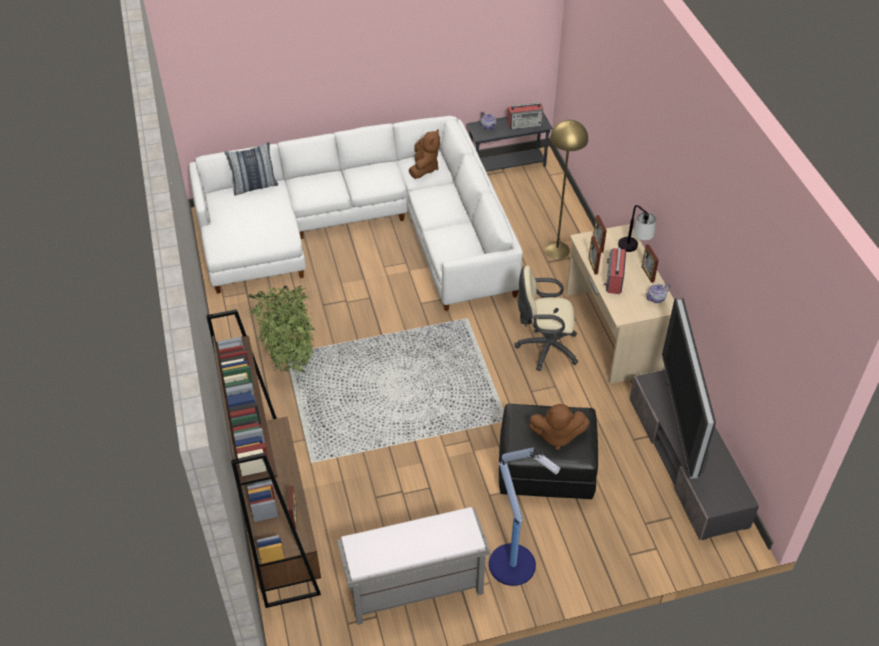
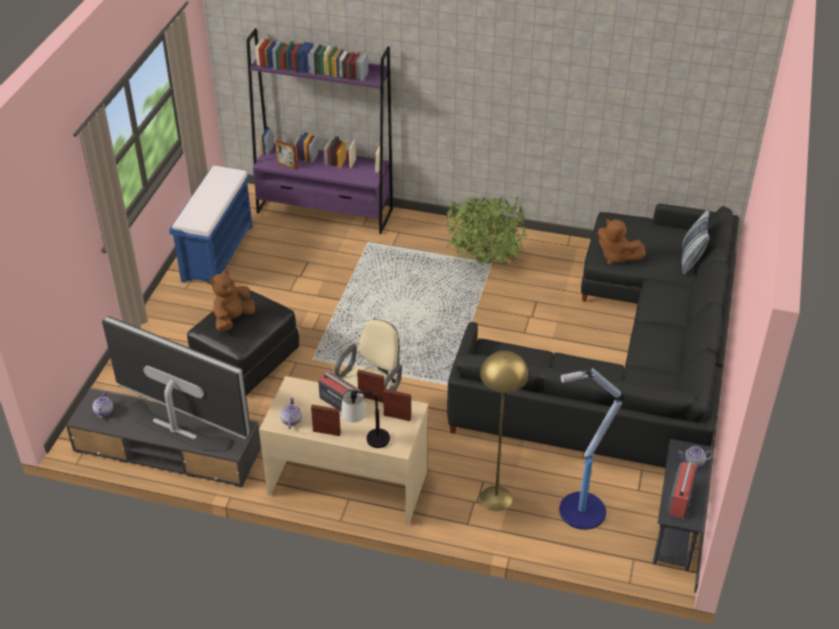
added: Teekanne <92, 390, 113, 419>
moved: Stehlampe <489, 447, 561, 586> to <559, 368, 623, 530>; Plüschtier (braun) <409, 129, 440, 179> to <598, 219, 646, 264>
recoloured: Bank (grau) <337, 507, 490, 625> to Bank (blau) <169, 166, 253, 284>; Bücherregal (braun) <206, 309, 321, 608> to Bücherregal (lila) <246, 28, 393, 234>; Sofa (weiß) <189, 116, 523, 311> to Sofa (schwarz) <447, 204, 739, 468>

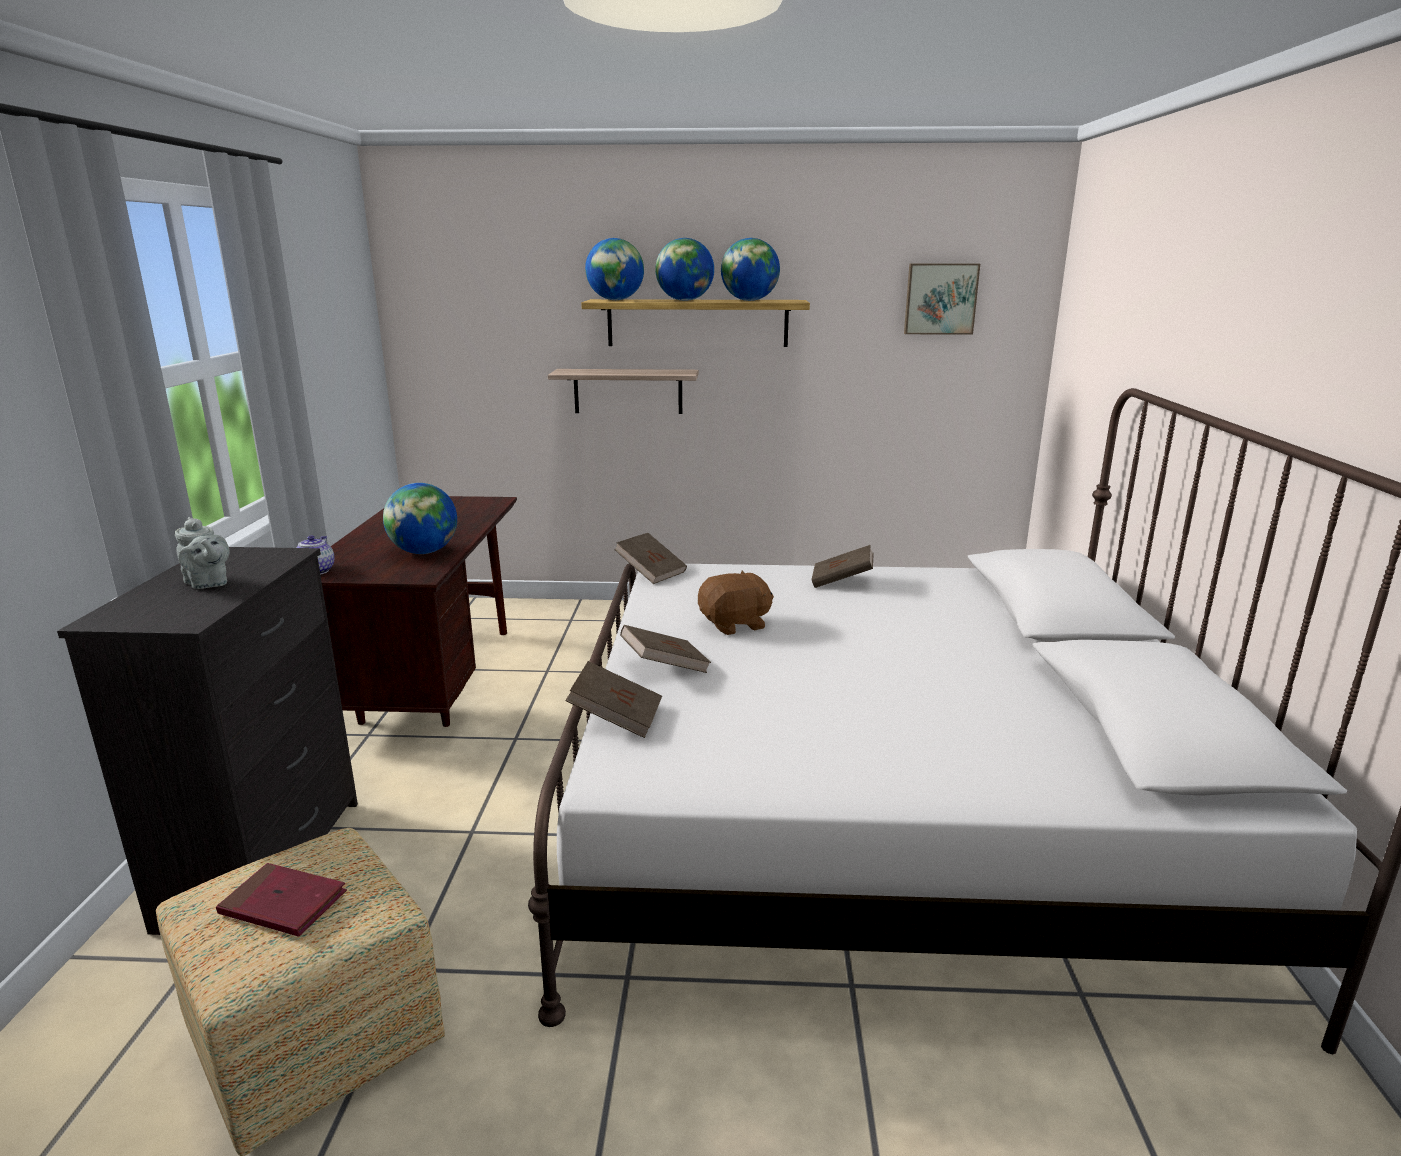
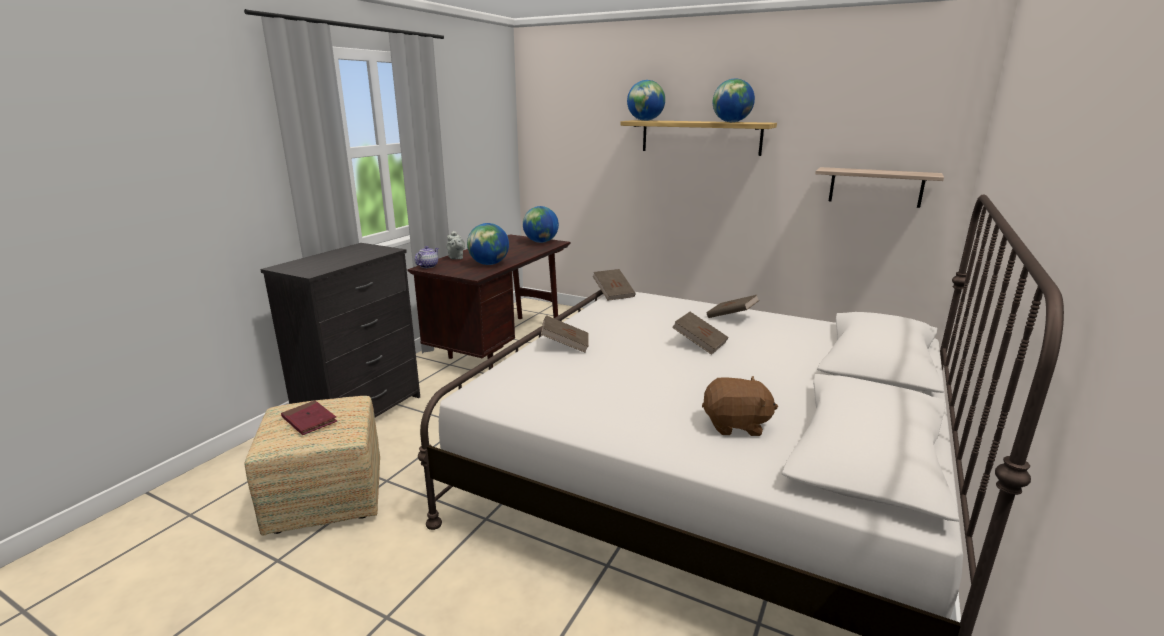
removed: Bild <904, 263, 980, 335>
moved: Teekanne (grau) <175, 517, 230, 589> to <446, 231, 465, 259>; Globus <655, 238, 714, 301> to <523, 206, 559, 243>; Buch (braun) <565, 661, 662, 738> to <672, 312, 728, 355>; Plüschtier (braun) <698, 571, 774, 635> to <702, 376, 778, 436>; Wandregal <548, 369, 699, 414> to <815, 167, 944, 208>

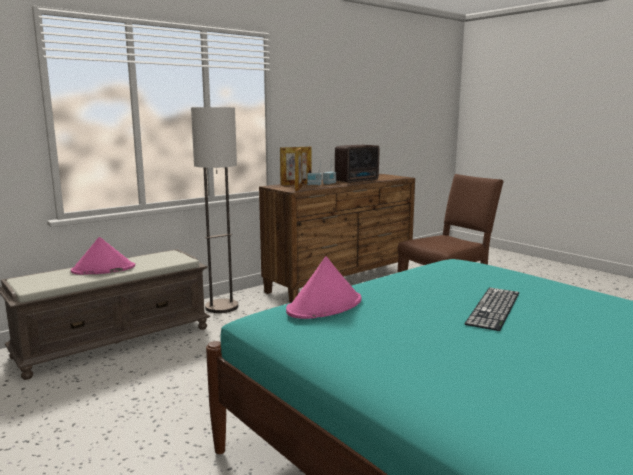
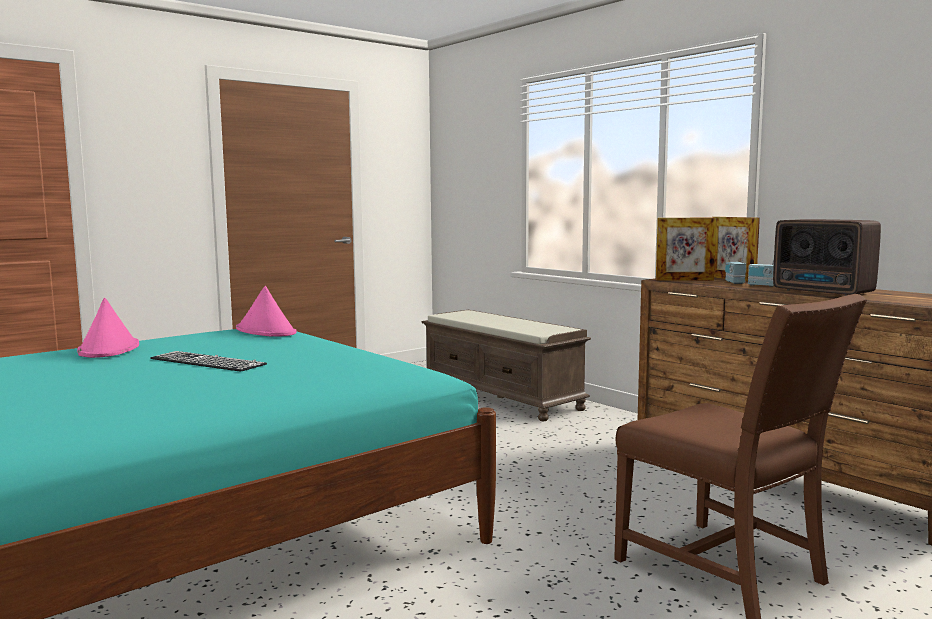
removed: Stehlampe <191, 107, 238, 313>
moved: Hut (rosa) <71, 237, 135, 275> to <77, 298, 139, 358>

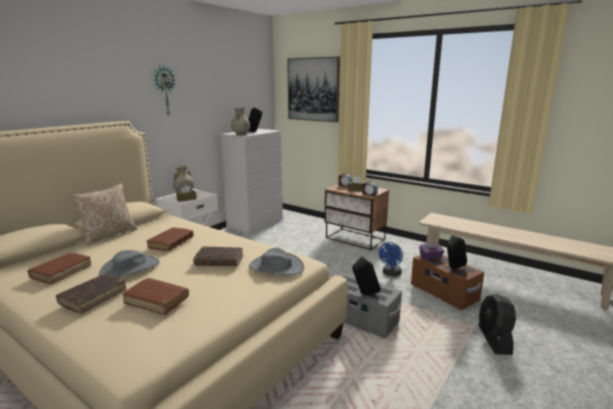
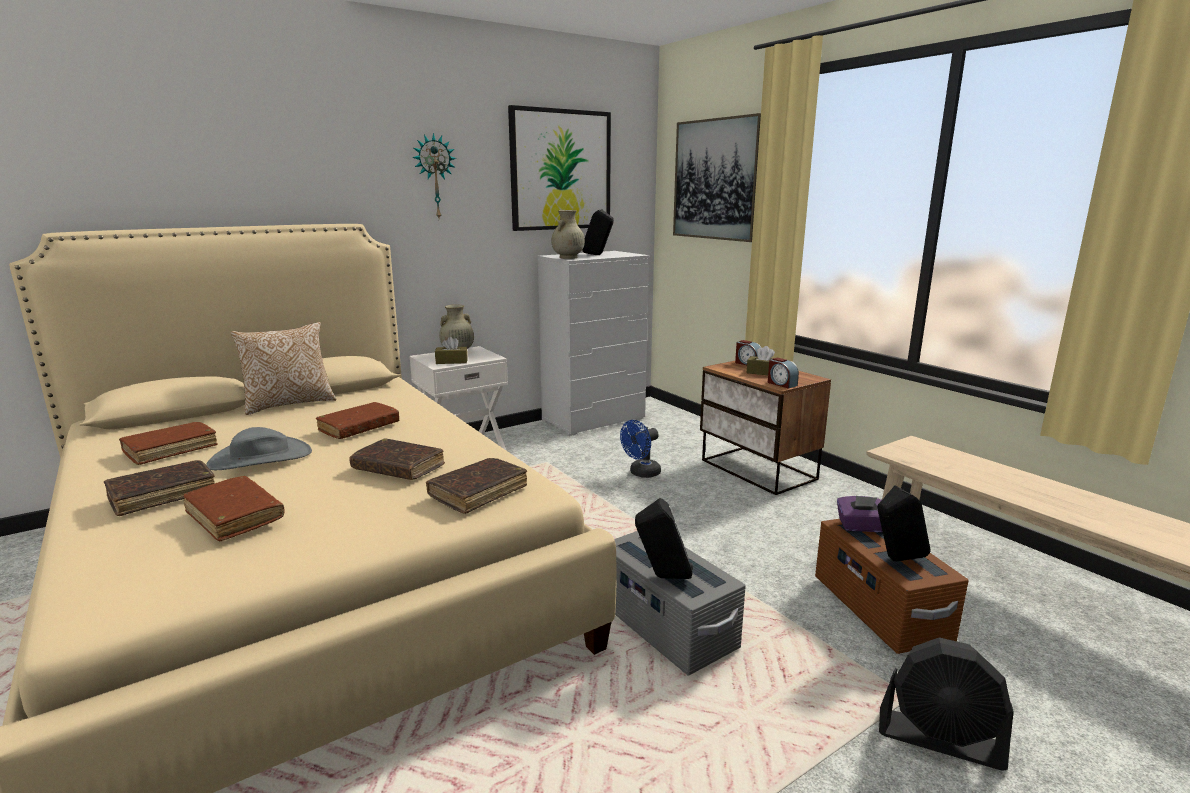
added: Bild <508, 105, 611, 231>
moved: Ventilator (blau) <378, 242, 403, 277> to <620, 420, 661, 478>
replaced: Hut (grau) <249, 248, 304, 275> to Buch (braun) <426, 458, 527, 514>
turned: Ventilator (schwarz) <478, 294, 516, 355> = <879, 637, 1014, 771> 90 degrees counterclockwise

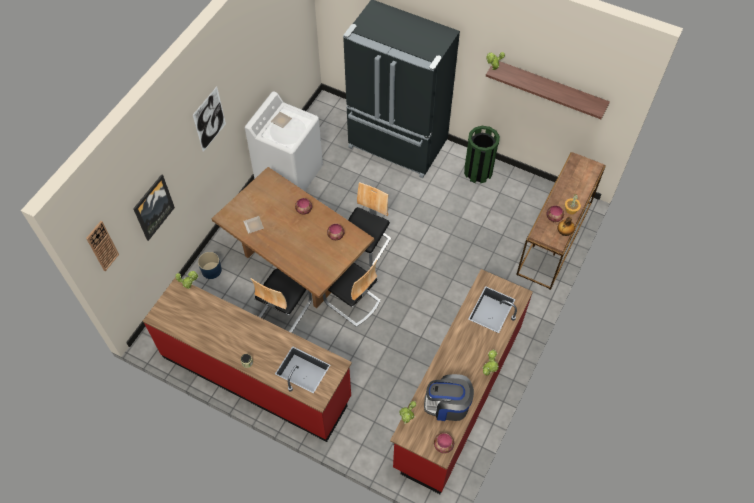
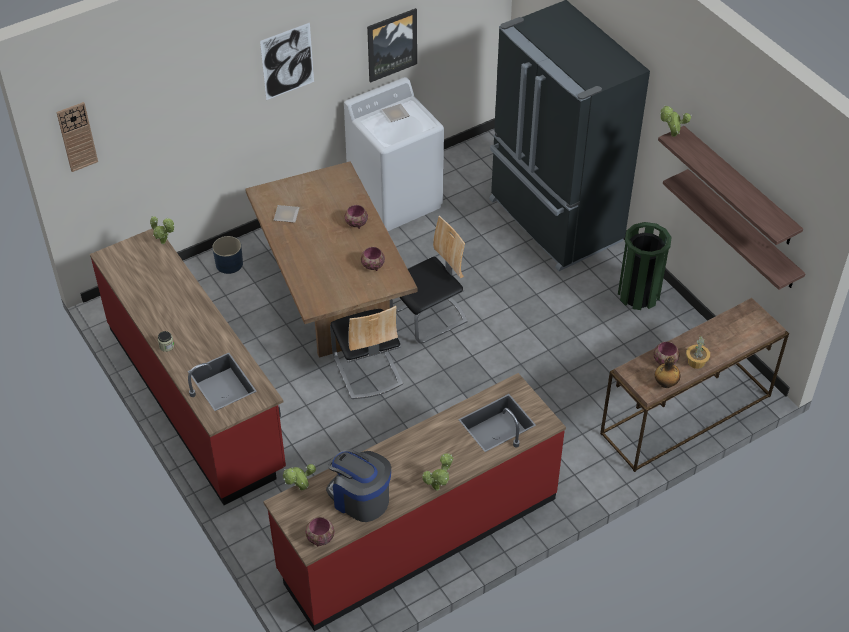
removed: Stuhl <250, 269, 312, 333>
added: Wandregal <663, 169, 806, 290>
moved: Bild <133, 174, 175, 241> to <367, 8, 417, 83>

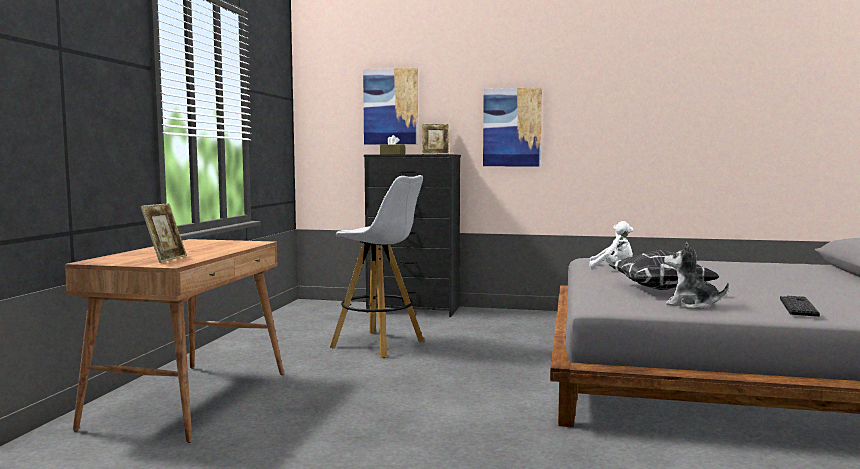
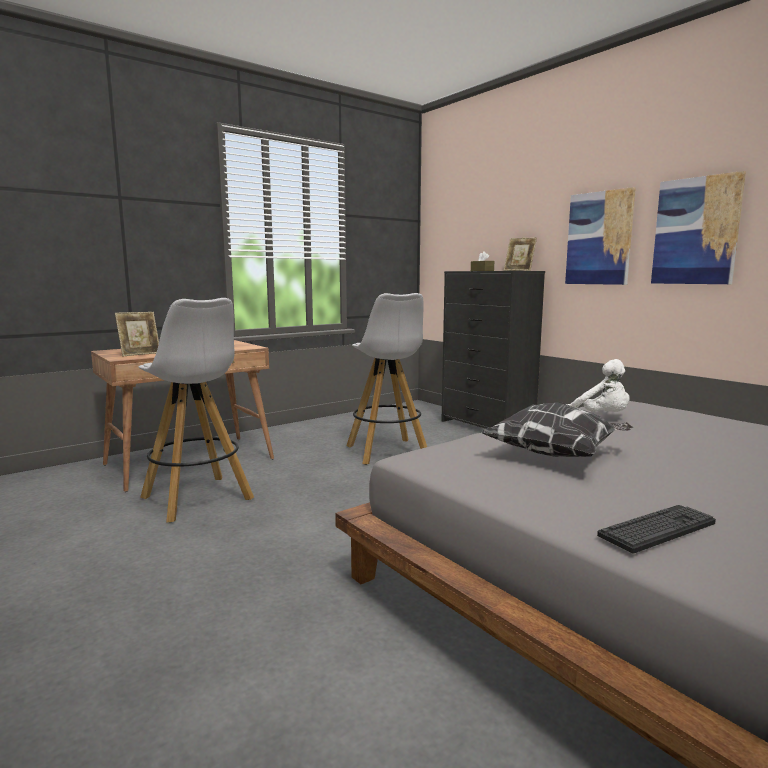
removed: Plüschtier <664, 242, 729, 309>
added: Hocker (weiß) <139, 298, 254, 523>
moved: Bild <363, 68, 418, 145> to <651, 171, 746, 284>

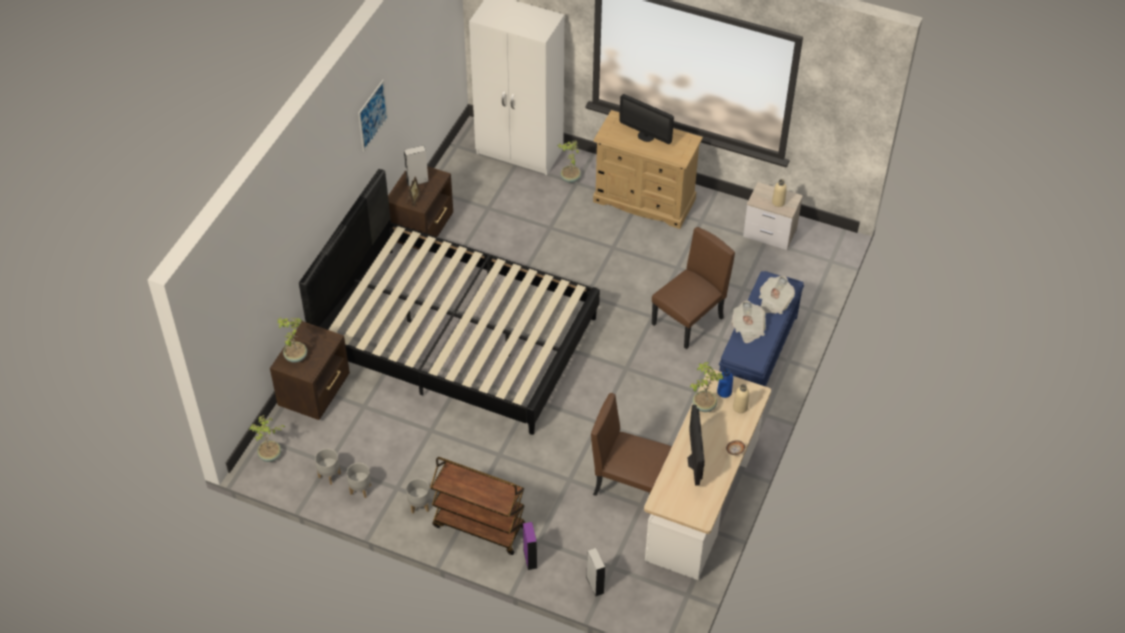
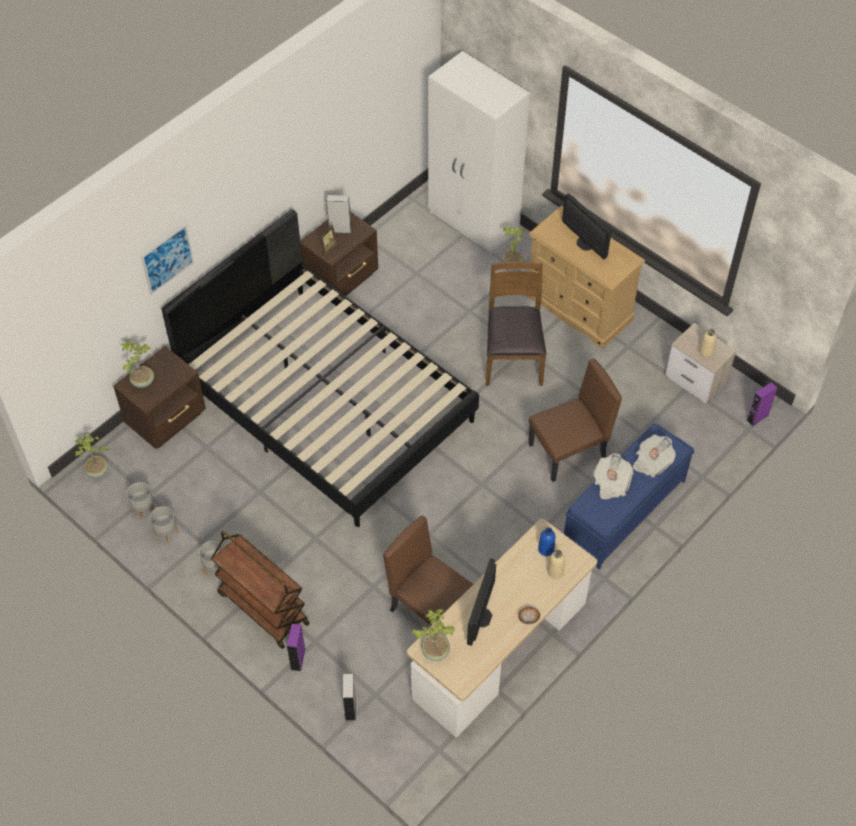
added: Stuhl (braun) <486, 262, 546, 386>; Lautsprecher (lila) <746, 382, 777, 426>
moved: Bild <358, 80, 388, 152> to <141, 224, 194, 295>; Topfpflanze <690, 362, 724, 412> to <411, 609, 455, 661>

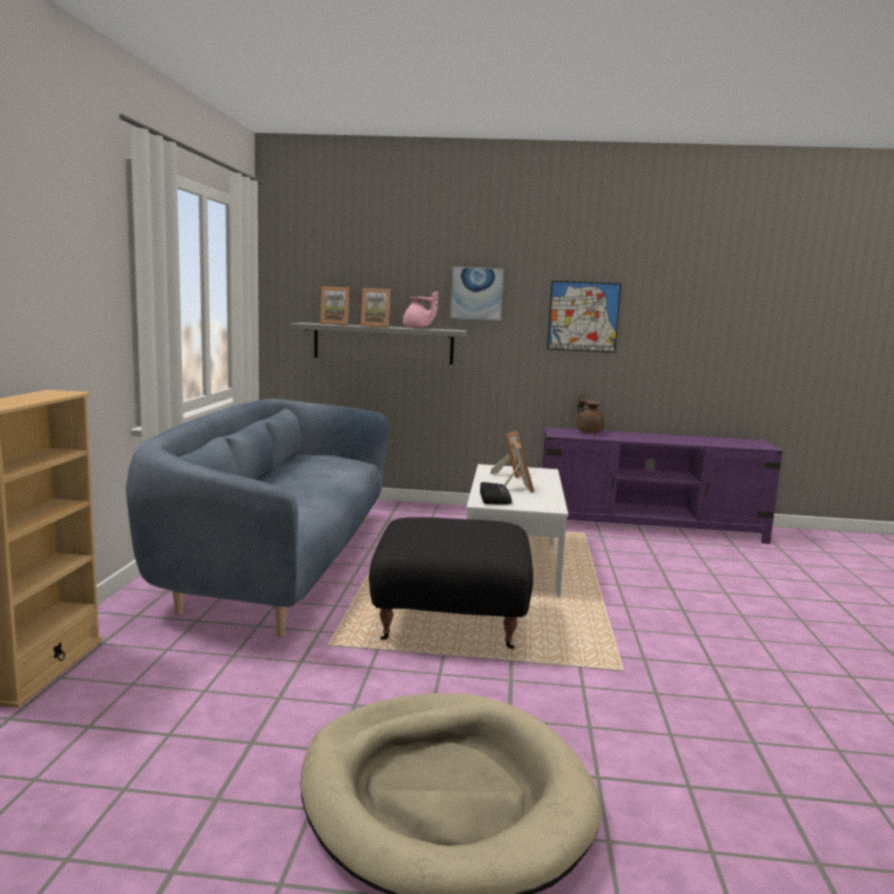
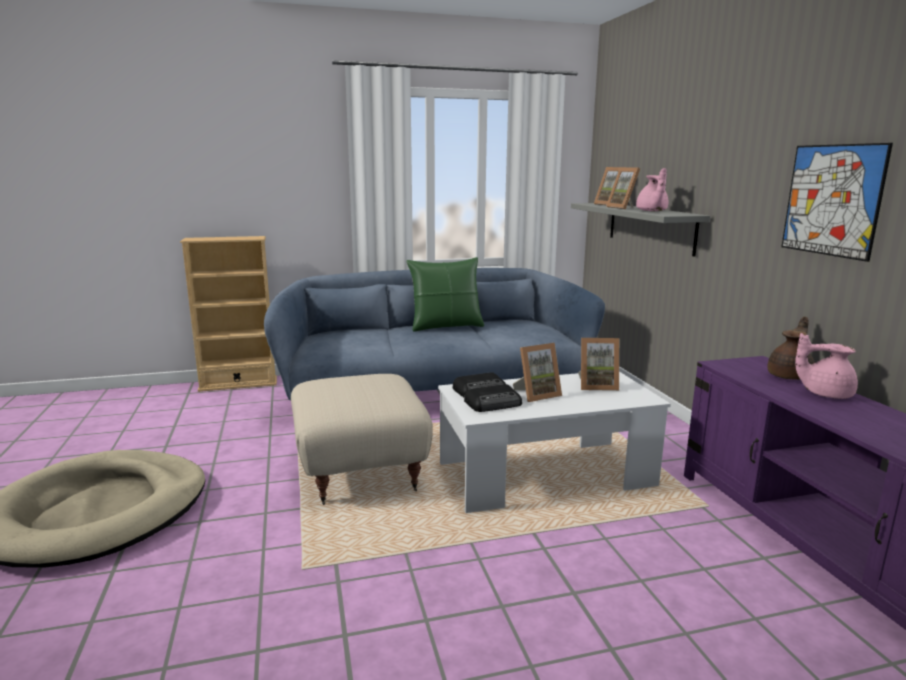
removed: Bild <450, 266, 504, 321>
added: Kissen (grün) <406, 257, 484, 332>; Radio <464, 384, 522, 412>; Teekanne (rosa) <795, 333, 858, 399>
recoloured: Polsterhocker (schwarz) <369, 517, 533, 649> to Polsterhocker (beige) <291, 374, 433, 505>

